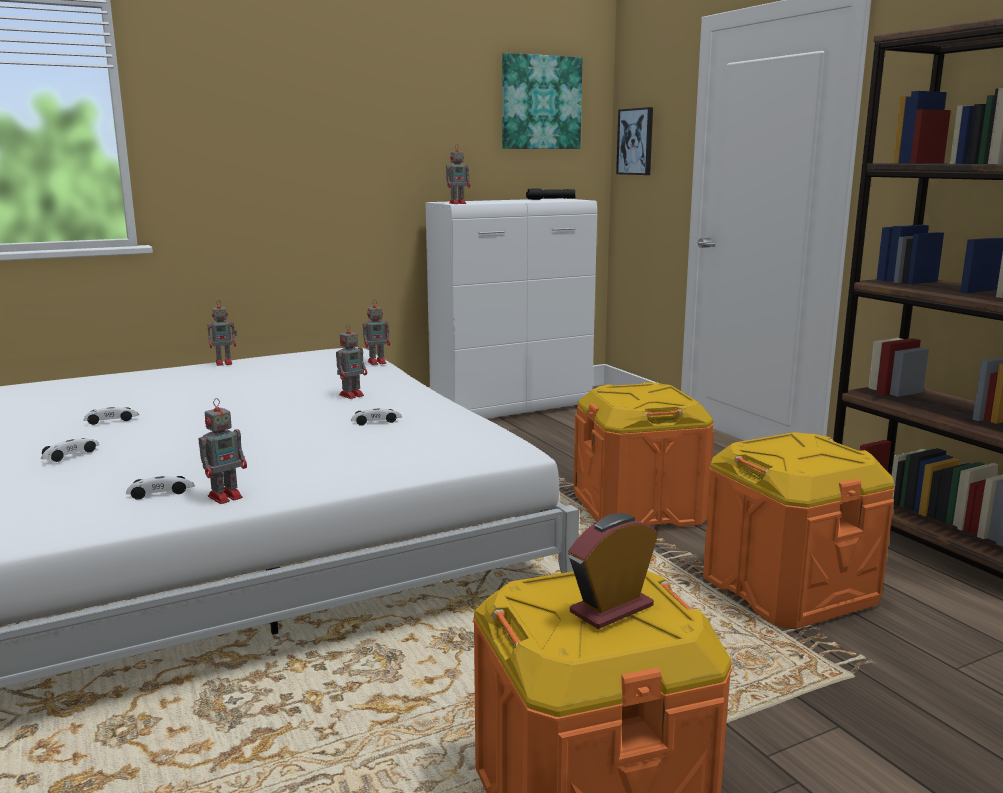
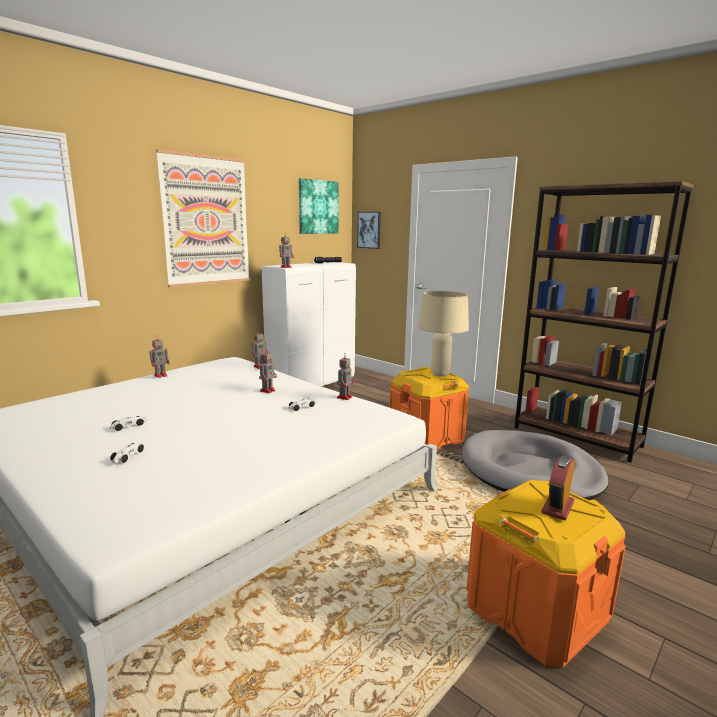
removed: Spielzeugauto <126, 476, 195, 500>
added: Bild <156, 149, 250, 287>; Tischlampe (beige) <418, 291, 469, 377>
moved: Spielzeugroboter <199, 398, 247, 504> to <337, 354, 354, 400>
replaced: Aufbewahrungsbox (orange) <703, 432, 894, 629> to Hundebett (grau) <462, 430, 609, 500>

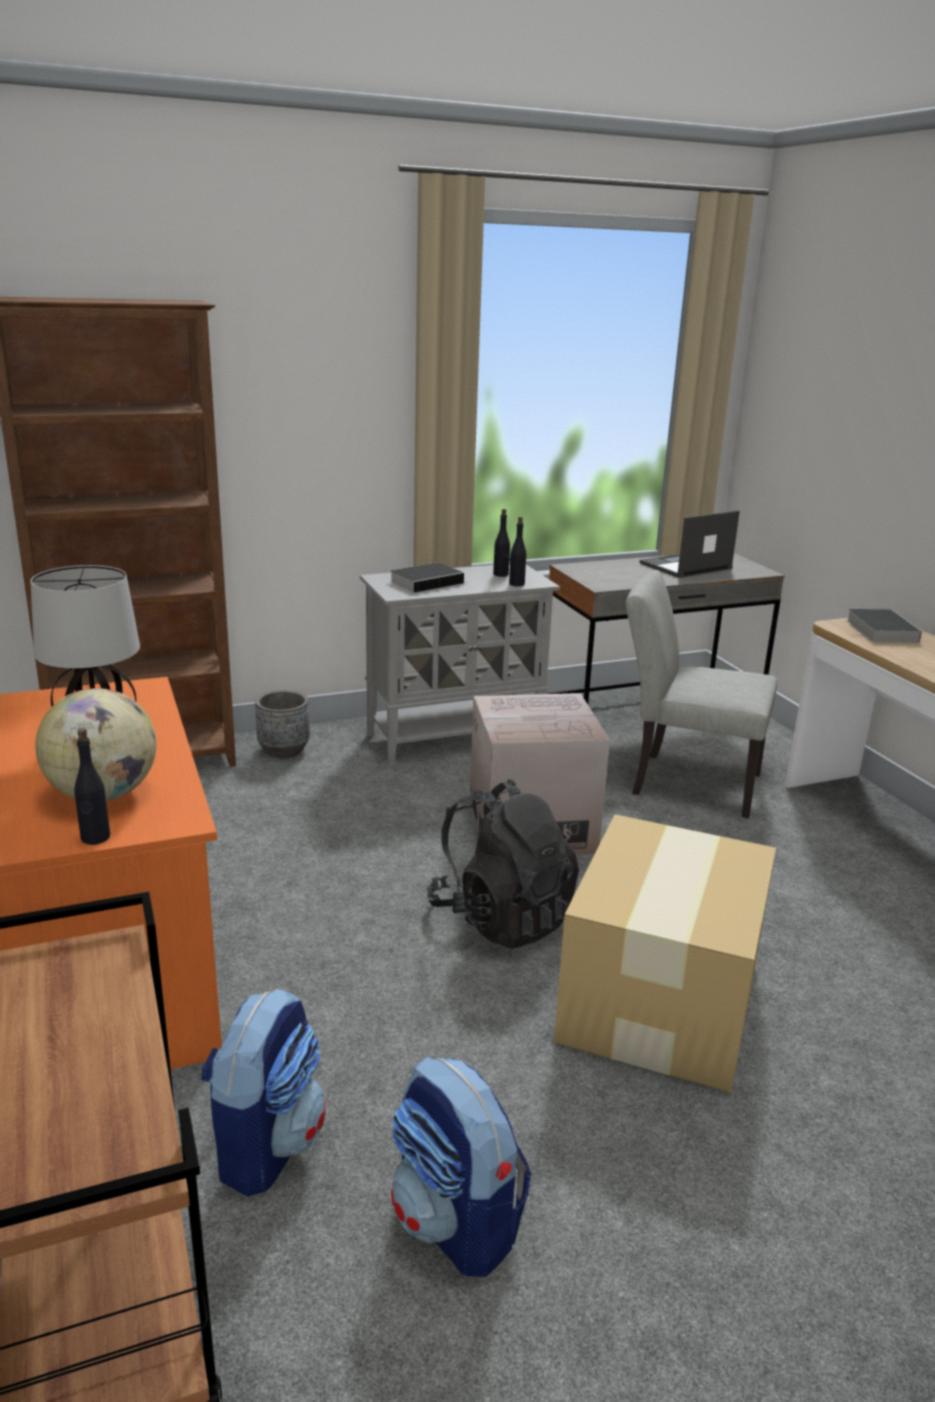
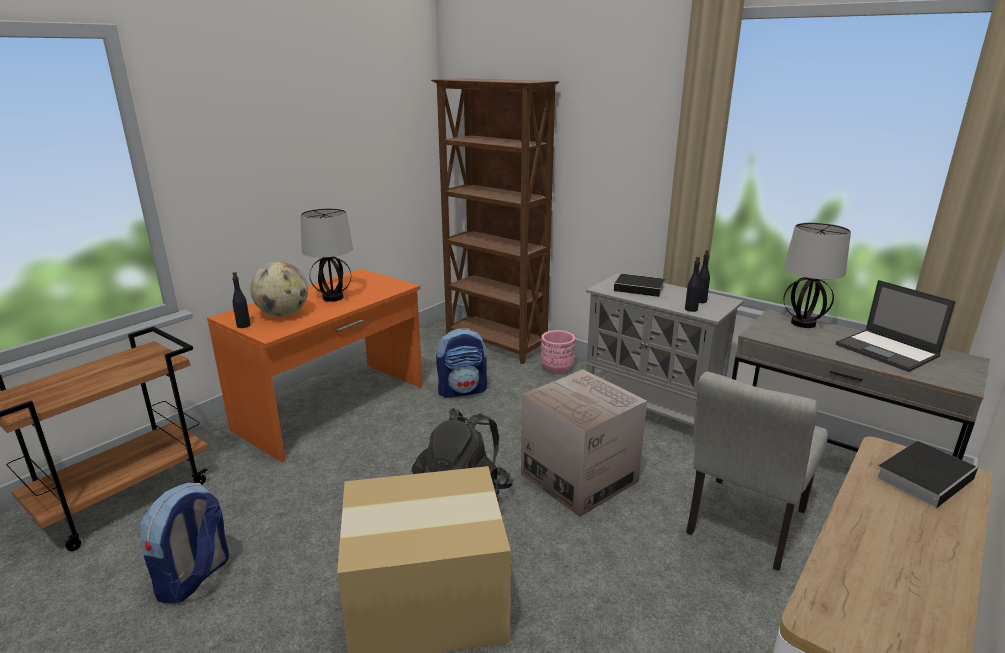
added: Tischlampe <783, 222, 851, 328>
moved: Rucksack <200, 988, 326, 1197> to <436, 328, 487, 398>
recoloured: Pflanzkübel (grau) <255, 690, 310, 758> to Pflanzkübel (rosa) <541, 330, 575, 374>
turned: Stuhl (grau) <626, 570, 777, 818> = <686, 372, 828, 571> 135 degrees counterclockwise; Laptop <640, 510, 740, 578> = <836, 280, 956, 372> 150 degrees counterclockwise

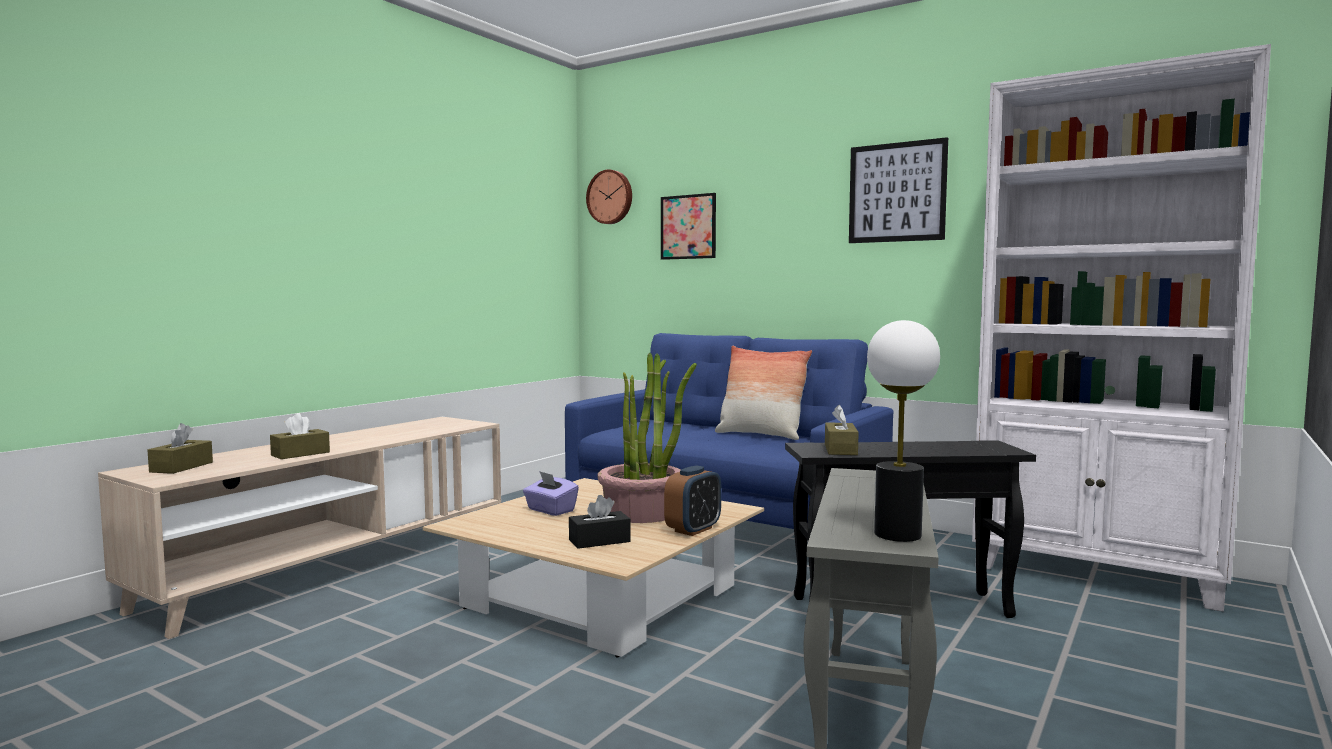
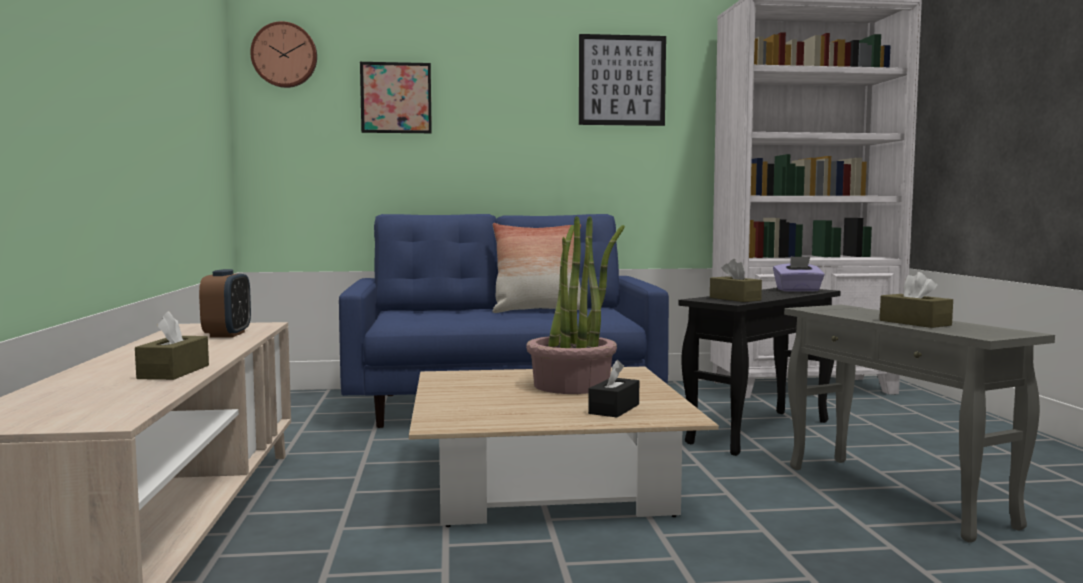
removed: Tischlampe <867, 320, 940, 542>
moved: Wecker <664, 466, 721, 536> to <199, 269, 251, 338>; Taschentuchbox (lila) <523, 471, 579, 516> to <773, 256, 825, 292>; Taschentuchbox (braun) <148, 423, 213, 474> to <880, 272, 953, 328>

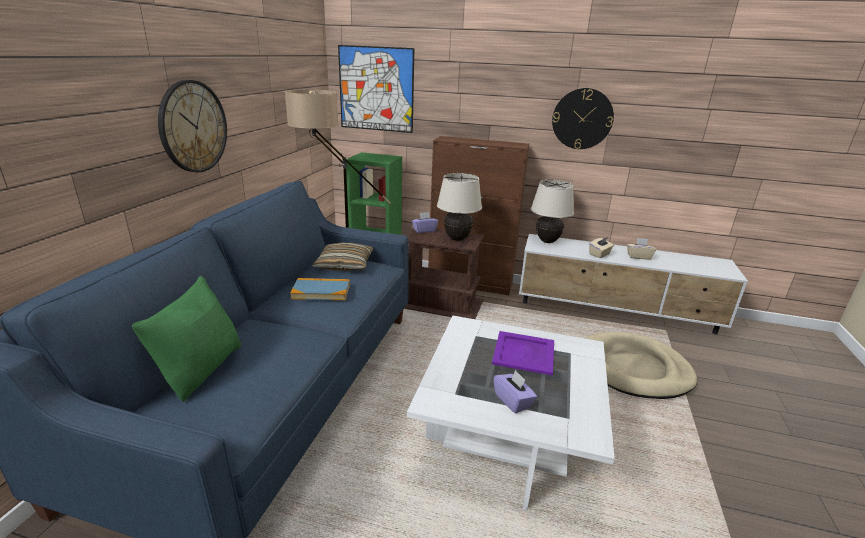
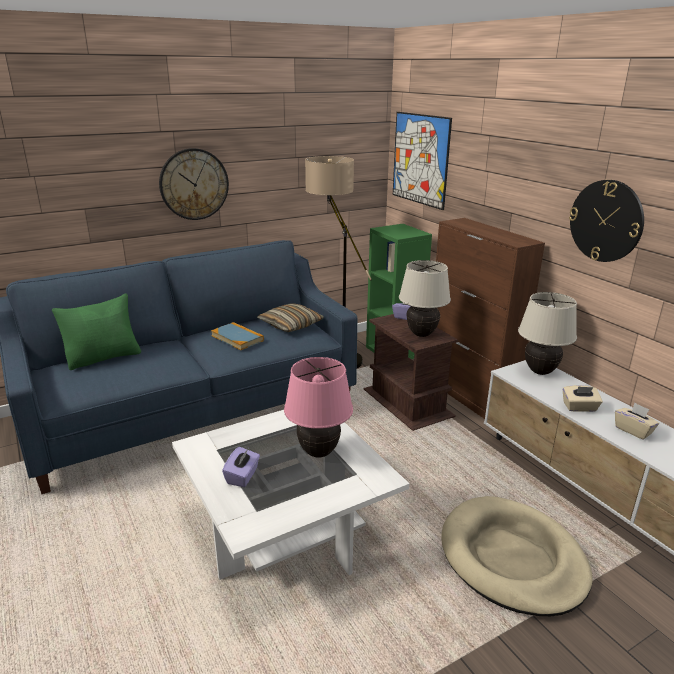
replaced: Tablett (lila) <492, 331, 554, 376> to Tischlampe (rosa) <284, 357, 353, 458>

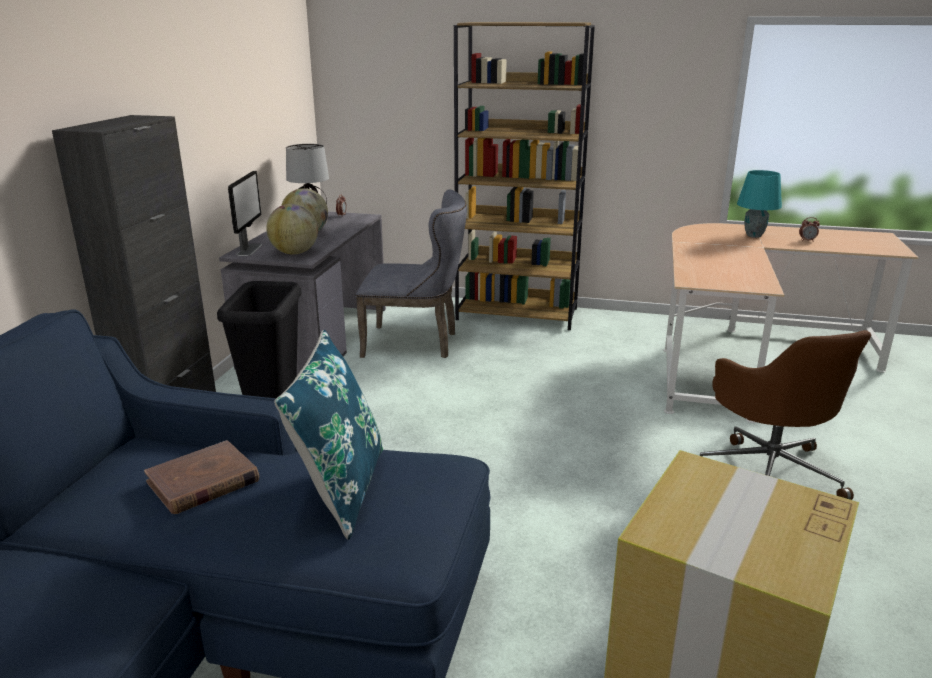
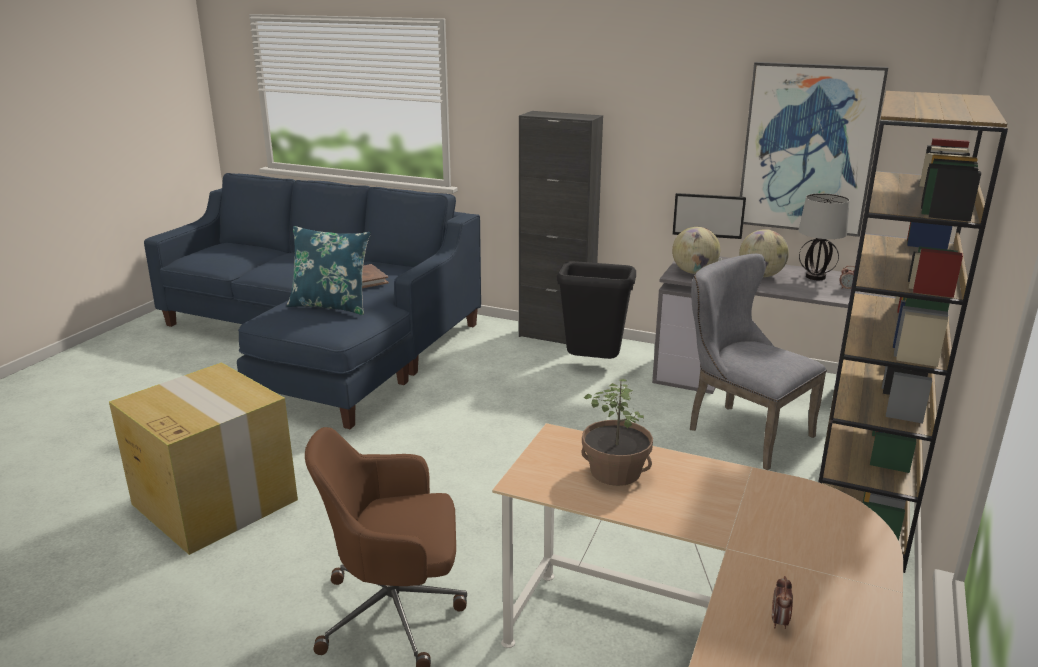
removed: Tischlampe (türkis) <737, 170, 782, 238>
added: Topfpflanze <581, 379, 653, 486>; Bild <740, 62, 889, 237>
turned: Stuhl (grau) <356, 189, 467, 358> = <690, 254, 827, 470> 120 degrees clockwise

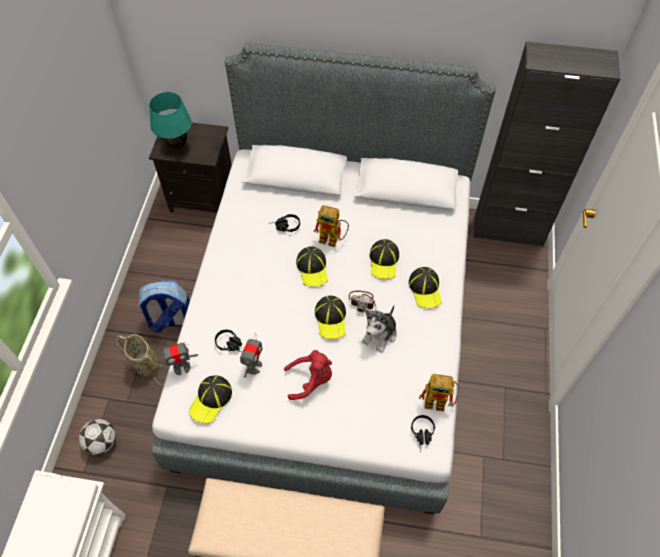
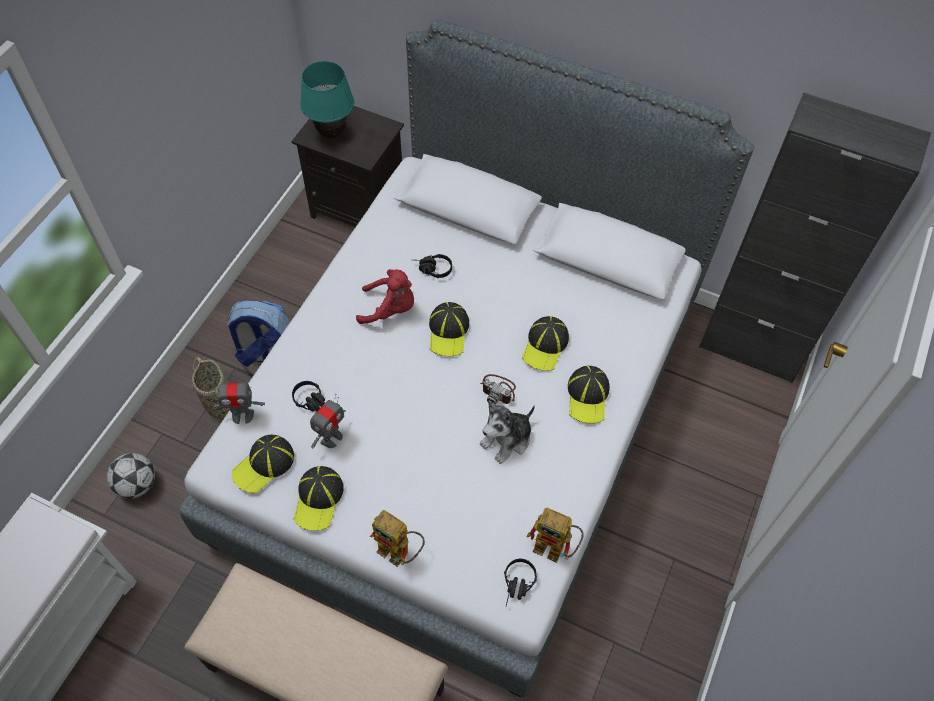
moved: Kappe <315, 296, 346, 339> to <293, 466, 344, 531>; Plüschtier (rot) <284, 350, 332, 400> to <356, 269, 414, 324>; Spielzeugroboter <314, 205, 349, 247> to <370, 510, 425, 567>

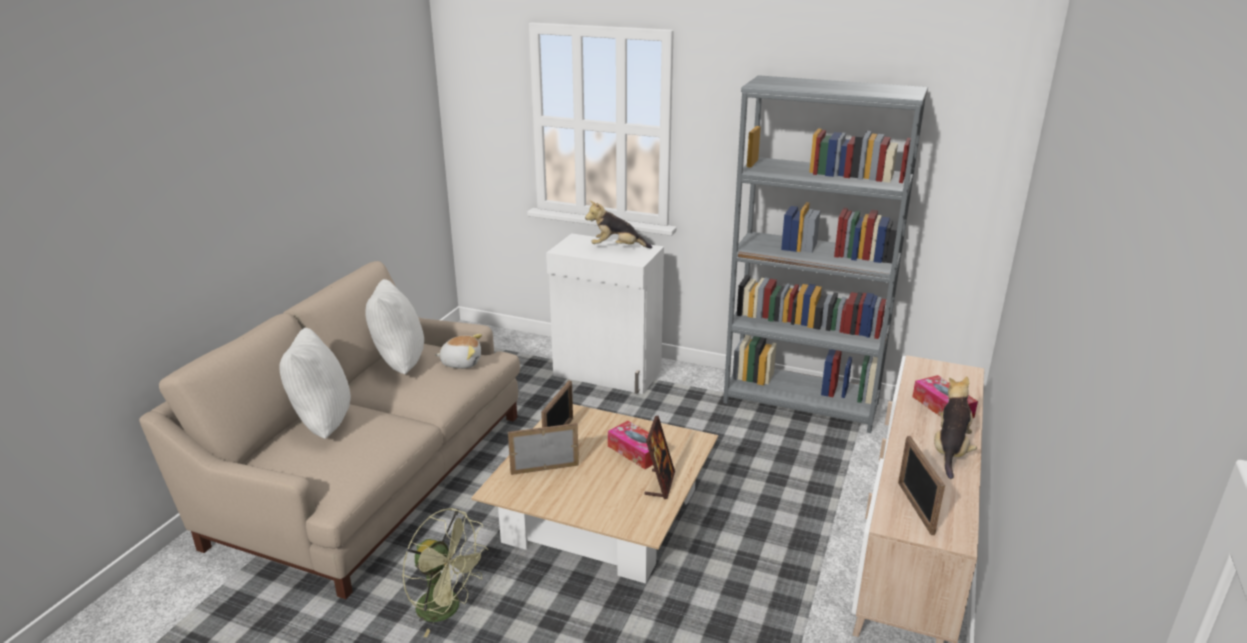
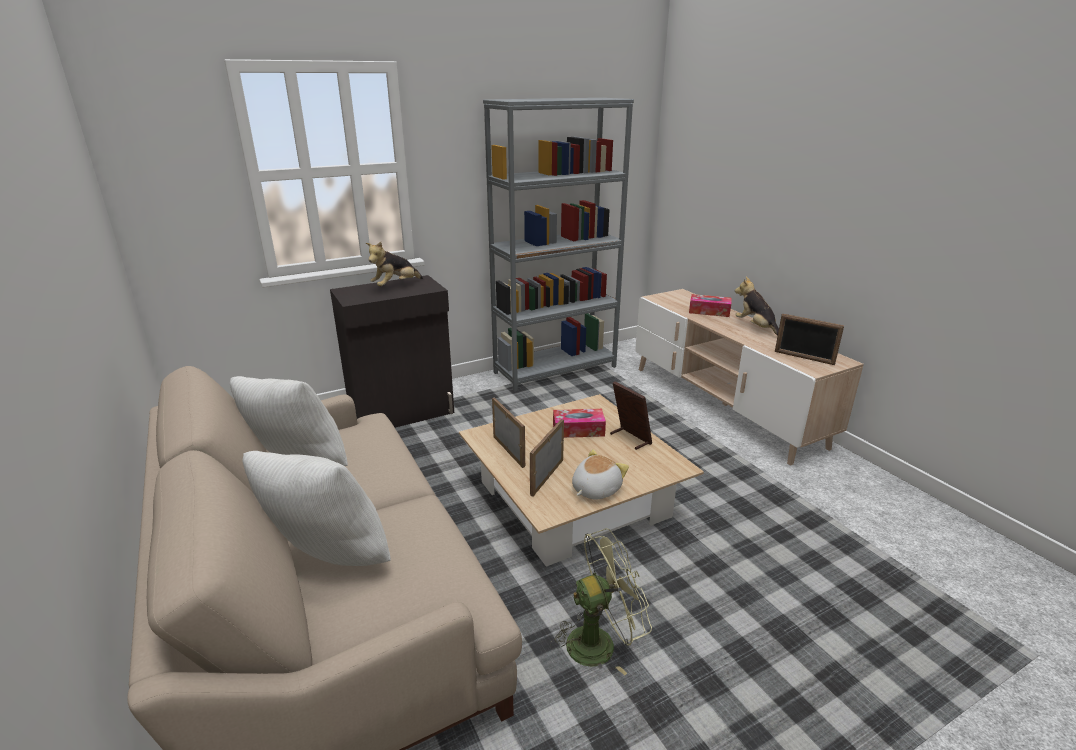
moved: Plüschtier <435, 334, 482, 369> to <572, 449, 629, 500>
recoloured: Schrank (weiß) <546, 233, 664, 394> to Schrank (schwarz) <330, 275, 454, 428>

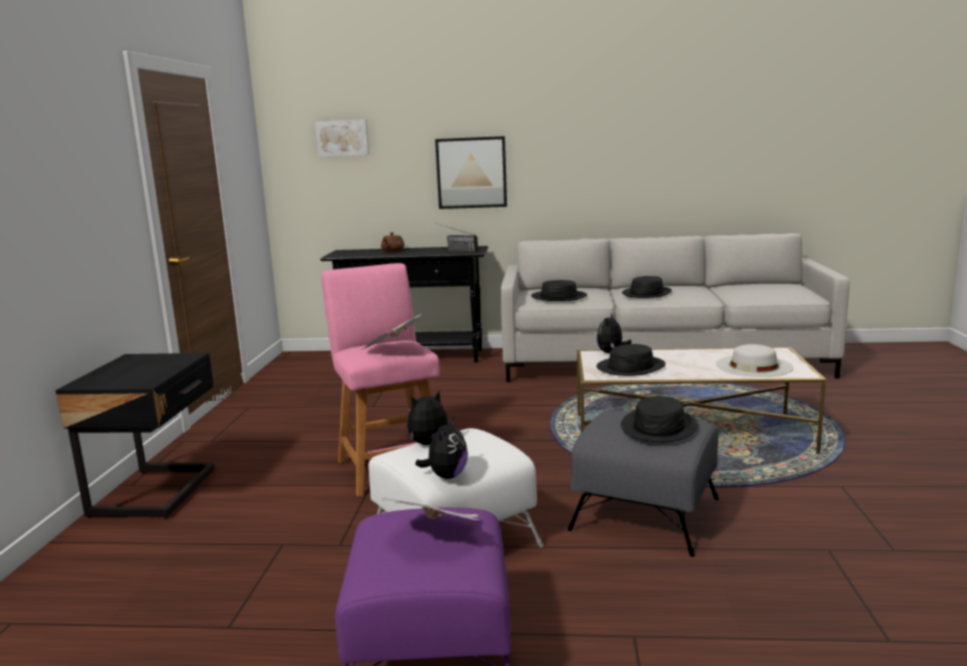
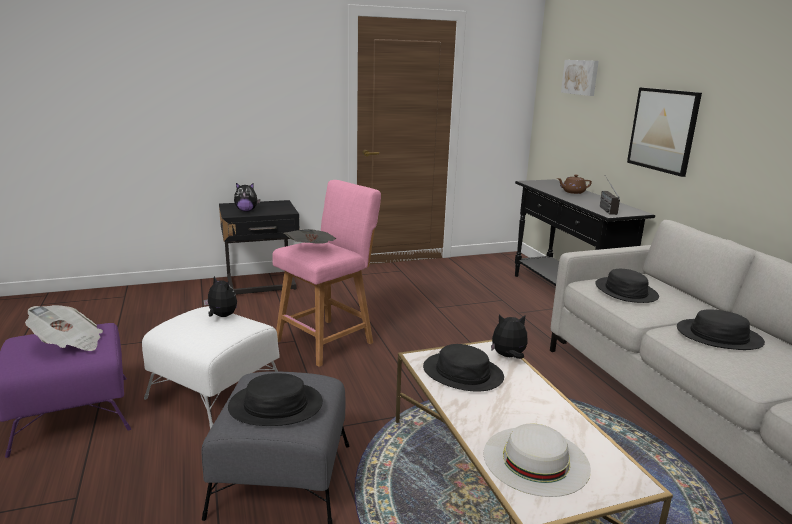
moved: Plüschtier <415, 416, 468, 479> to <234, 183, 260, 211>

